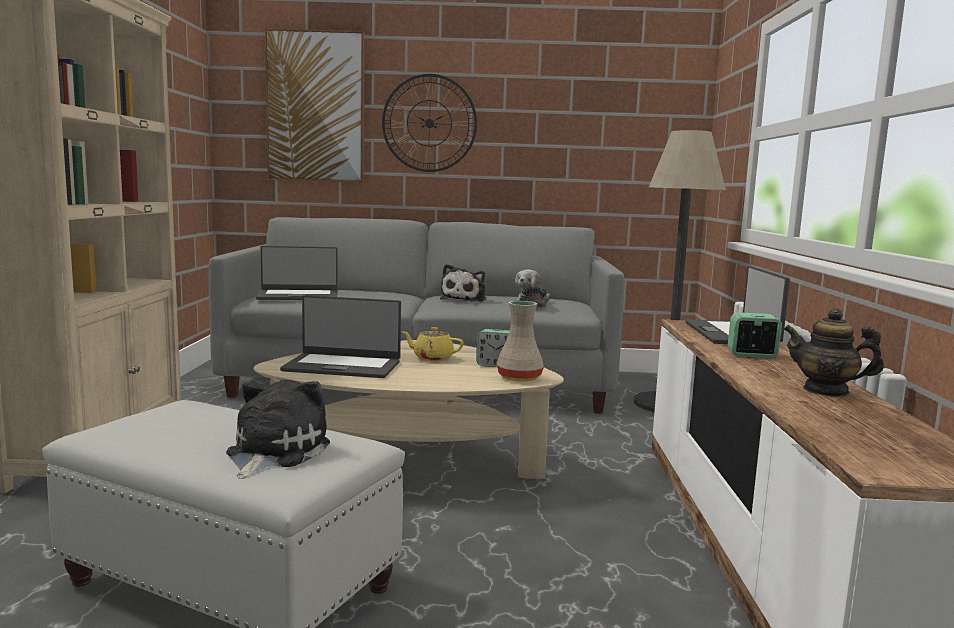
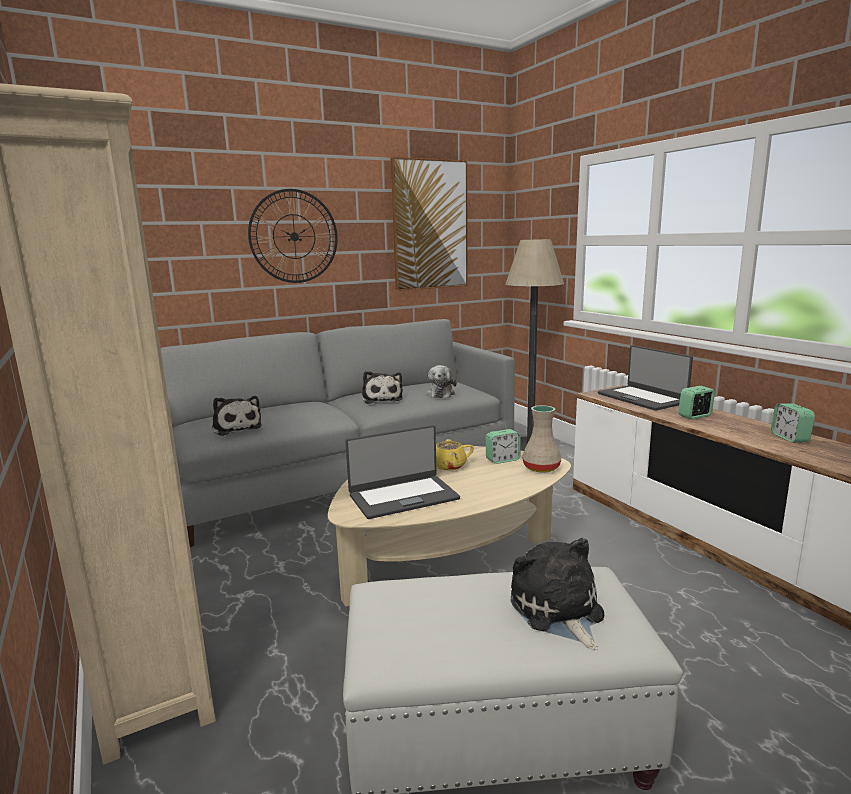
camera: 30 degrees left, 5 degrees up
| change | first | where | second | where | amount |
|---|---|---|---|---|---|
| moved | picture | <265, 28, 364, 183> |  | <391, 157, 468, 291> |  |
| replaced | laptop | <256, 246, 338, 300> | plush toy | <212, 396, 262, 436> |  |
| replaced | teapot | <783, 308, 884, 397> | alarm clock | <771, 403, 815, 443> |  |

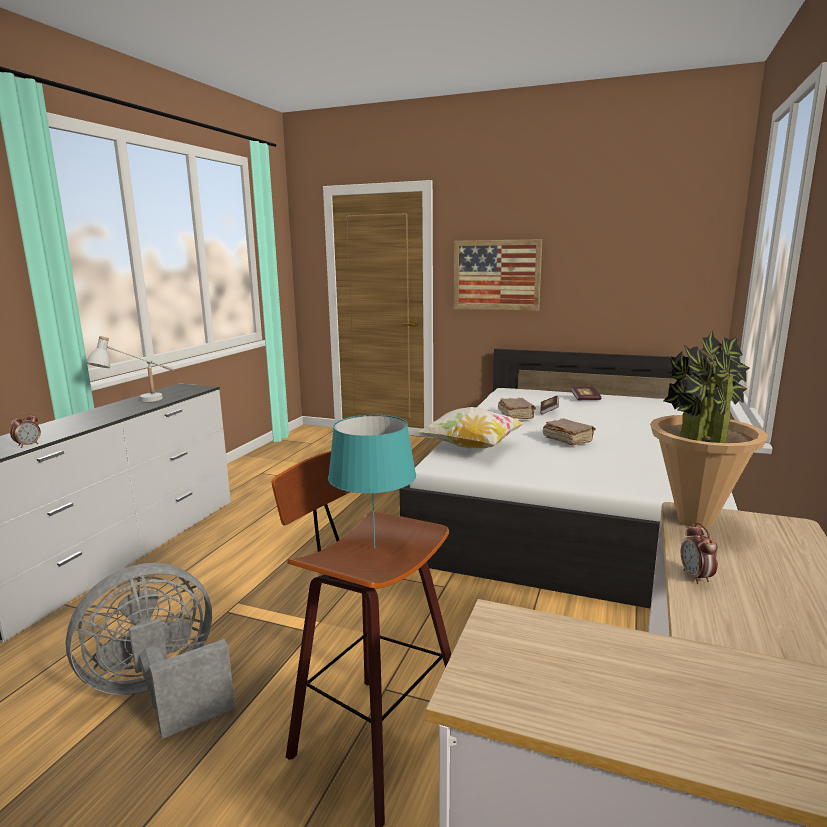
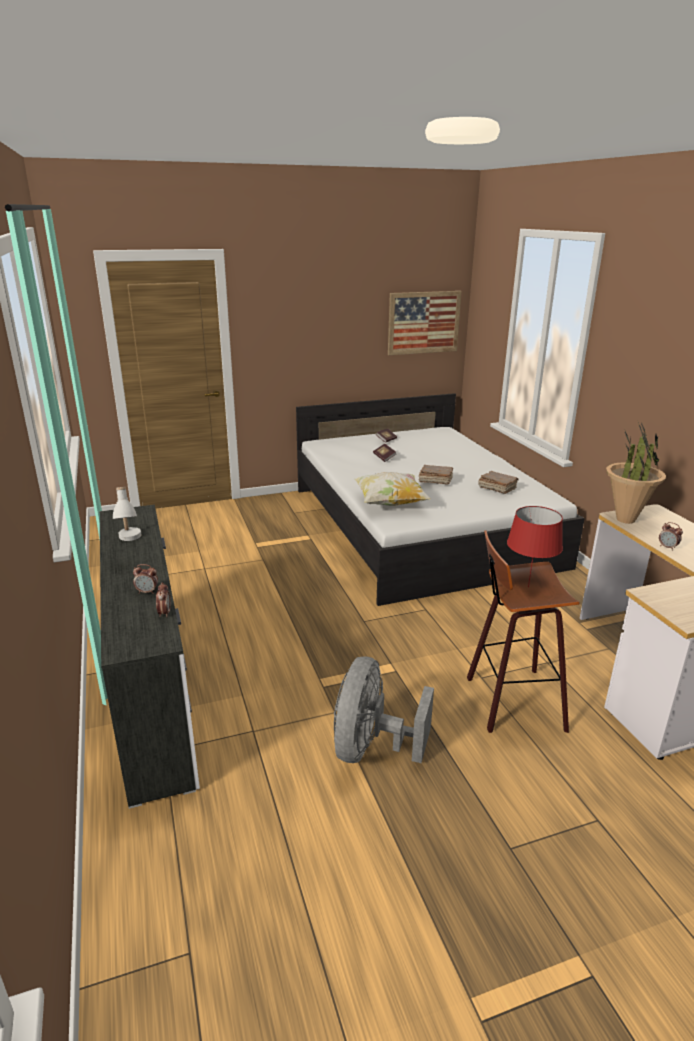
camera: 40 degrees left, 10 degrees up
| change | first | where | second | where | amount |
|---|---|---|---|---|---|
| added |  |  | alarm clock | <133, 564, 158, 594> |  |
| moved | picture | <454, 239, 542, 311> |  | <388, 291, 462, 355> |  |
| moved | brown book | <498, 398, 536, 419> |  | <478, 471, 519, 494> |  |
| recoloured | turquoise table lamp | <328, 415, 416, 548> | red table lamp | <507, 506, 563, 588> |  |

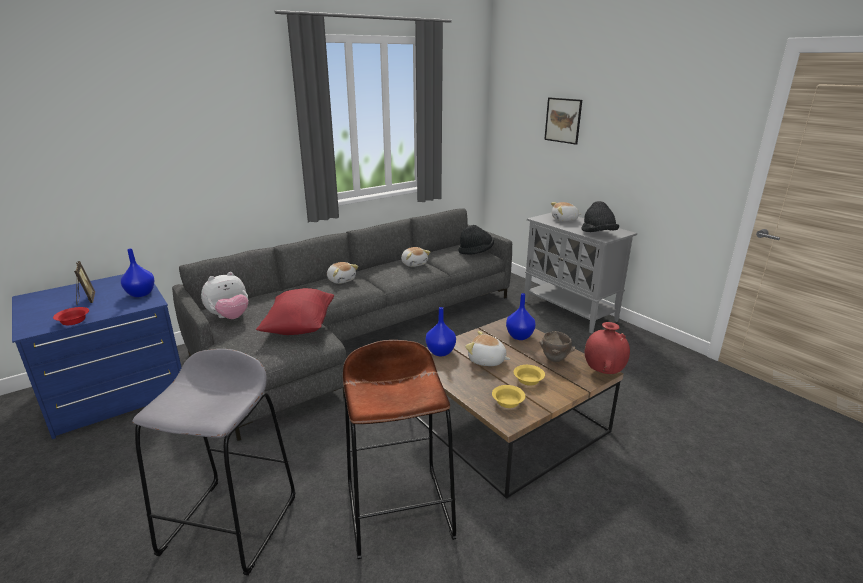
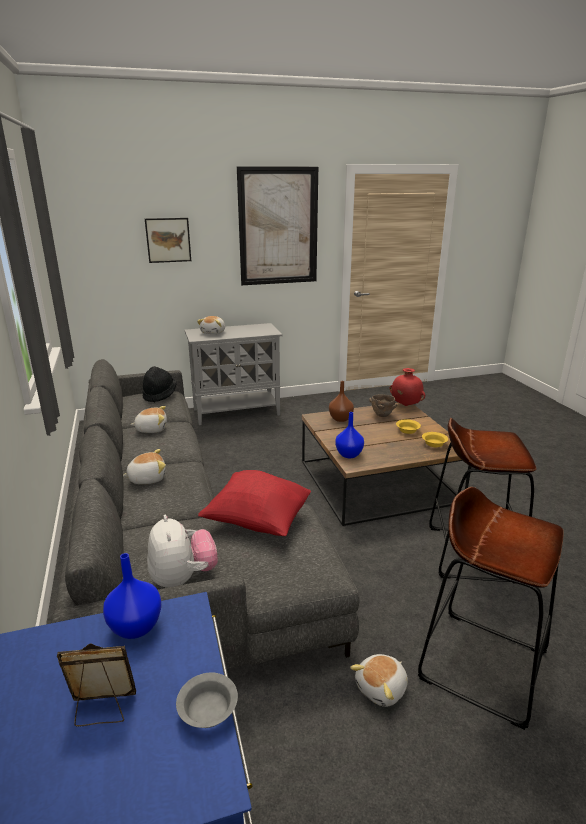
camera: 70 degrees left, 0 degrees up
| change | first | where | second | where | amount |
|---|---|---|---|---|---|
| removed | black hat | <582, 201, 619, 232> |  |  |  |
| added |  |  | picture | <237, 166, 318, 285> |  |
| moved | plush toy | <465, 331, 510, 366> |  | <350, 654, 408, 707> |  |
| recoloured | red bowl | <53, 307, 89, 325> | grey bowl | <176, 673, 238, 728> |  |
| recoloured | grey stool | <132, 349, 295, 576> | brown stool | <418, 487, 564, 730> |  |
| recoloured | blue vase | <506, 293, 536, 340> | brown vase | <329, 381, 354, 422> |  |

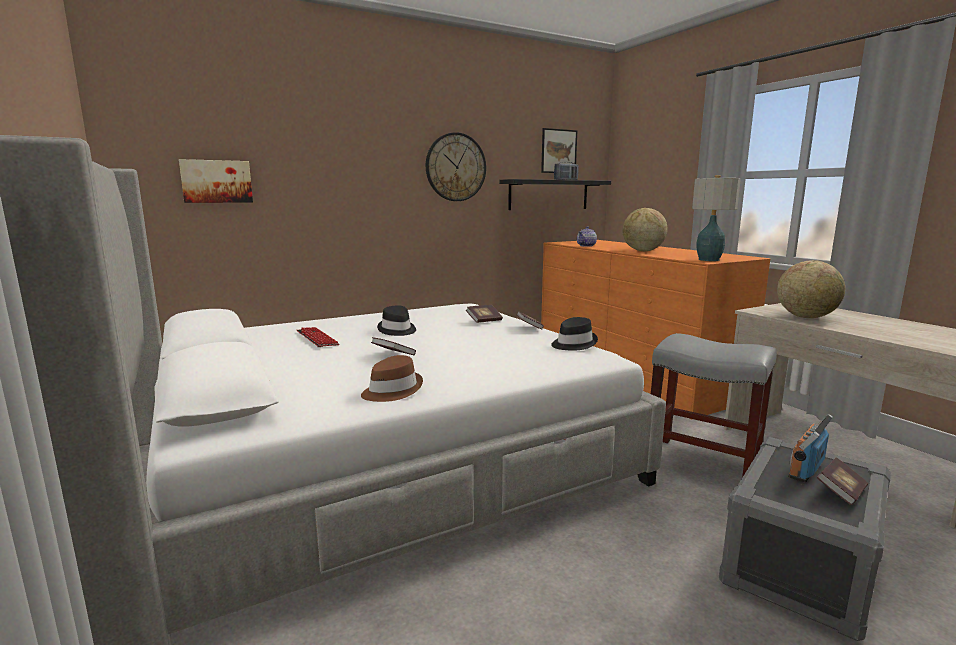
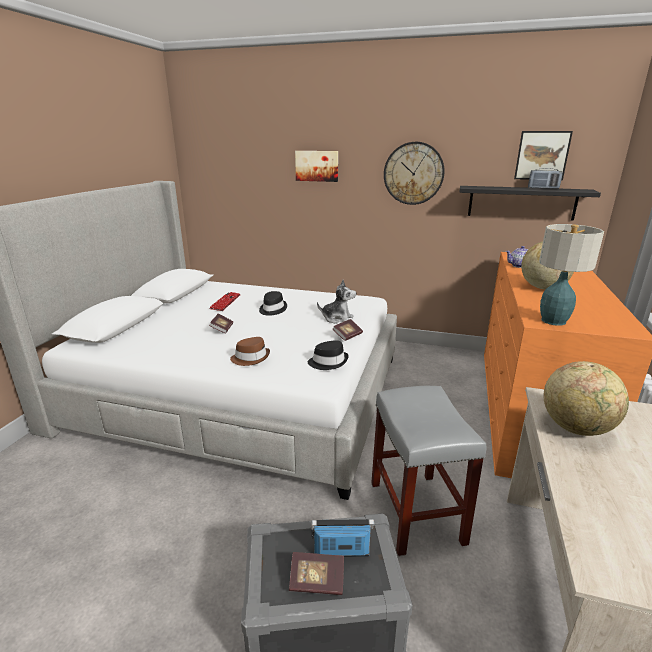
camera: 45 degrees right, 10 degrees up
| change | first | where | second | where | amount |
|---|---|---|---|---|---|
| moved | picture | <179, 159, 253, 203> |  | <295, 151, 338, 182> |  |
| moved | brown hat | <361, 355, 423, 402> |  | <230, 337, 270, 366> |  |
| replaced | book | <466, 305, 503, 323> | plush toy | <317, 280, 356, 324> |  |

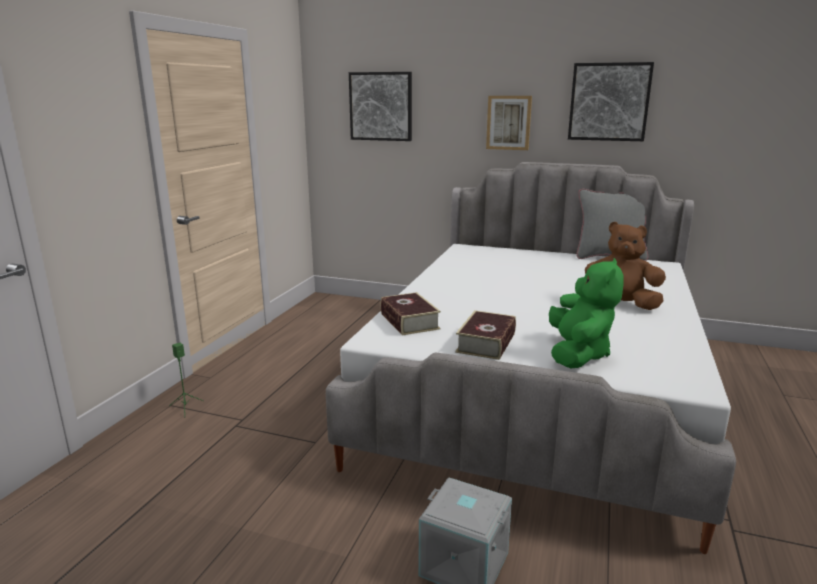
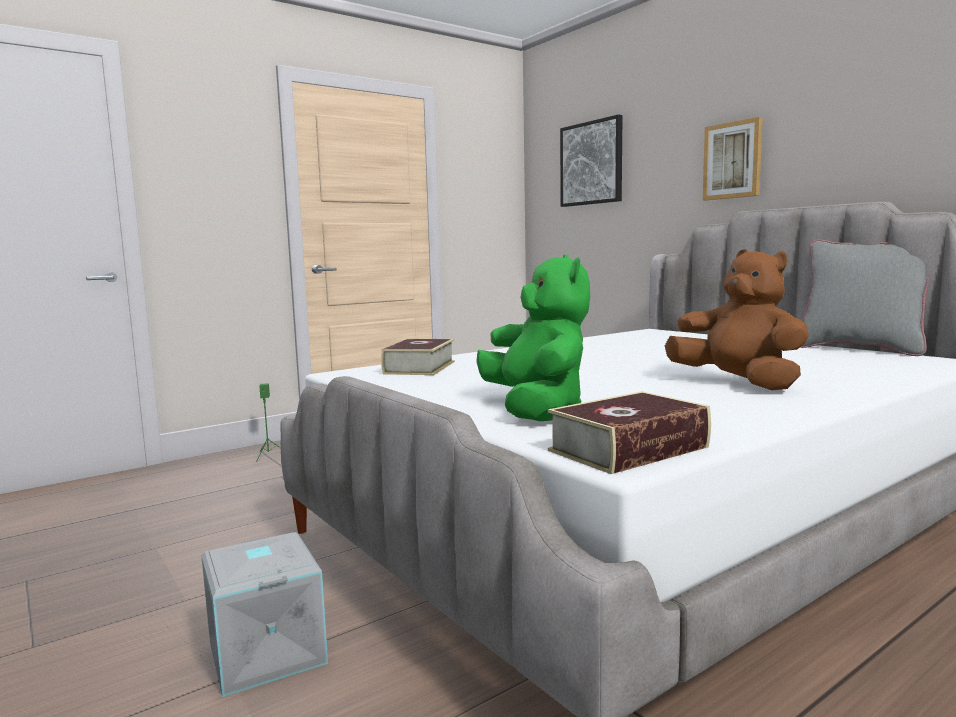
camera: 35 degrees right, 10 degrees down
| change | first | where | second | where | amount |
|---|---|---|---|---|---|
| removed | picture | <568, 62, 654, 141> |  |  |  |
| moved | book | <455, 310, 516, 360> |  | <547, 391, 711, 474> |  |
| turned | green plush toy | <549, 258, 623, 369> |  | <476, 254, 590, 421> | 60 degrees counterclockwise |

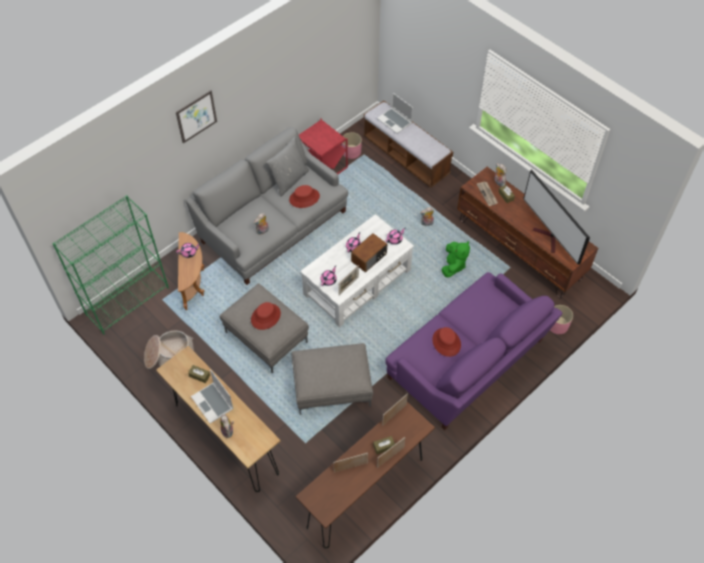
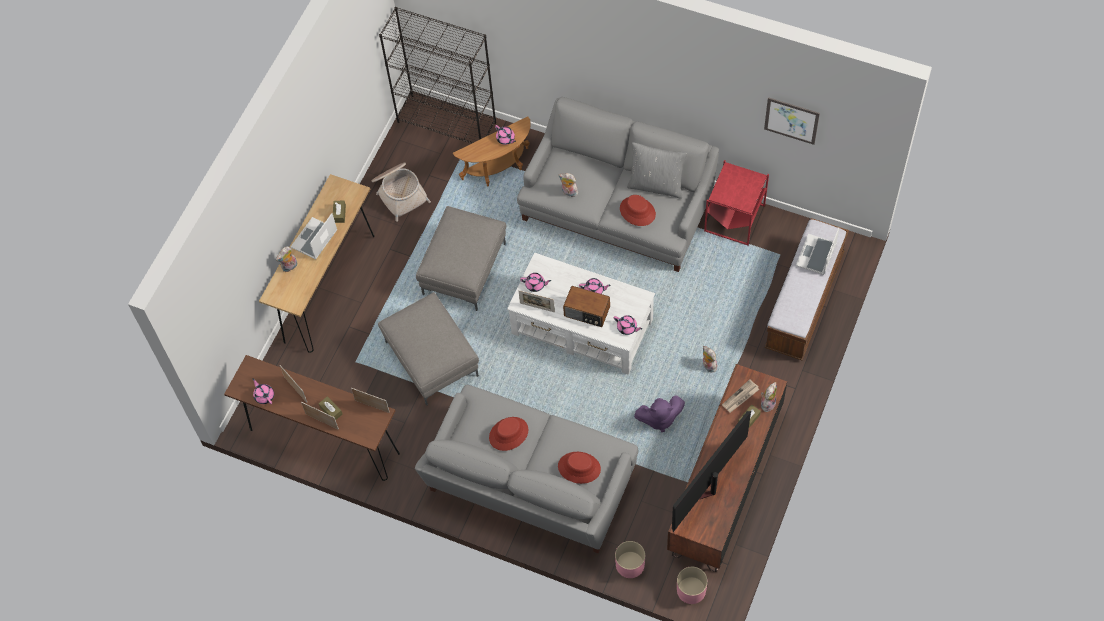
camera: 70 degrees right, 5 degrees up
| change | first | where | second | where | amount |
|---|---|---|---|---|---|
| added |  |  | pink teapot | <252, 378, 274, 404> |  |
| moved | picture | <176, 90, 217, 144> |  | <764, 97, 820, 145> |  |
| moved | red hat | <251, 302, 281, 330> |  | <558, 452, 601, 484> |  |
| moved | pink planter | <342, 132, 362, 159> |  | <677, 567, 708, 604> |  |
| recoloured | green bookcase | <52, 195, 169, 334> | black bookcase | <379, 7, 496, 144> |  |
| recoloured | purple sofa | <385, 272, 562, 430> | grey sofa | <415, 385, 638, 553> |  |
| recoloured | green plush toy | <441, 241, 470, 277> | purple plush toy | <634, 395, 685, 432> |  |

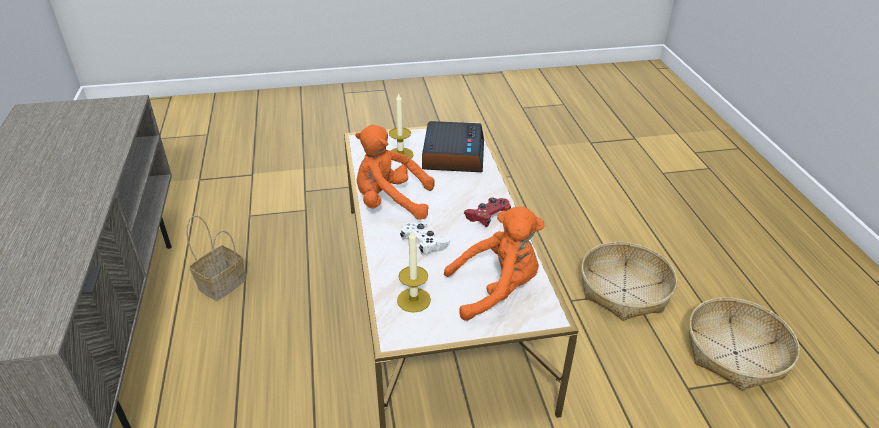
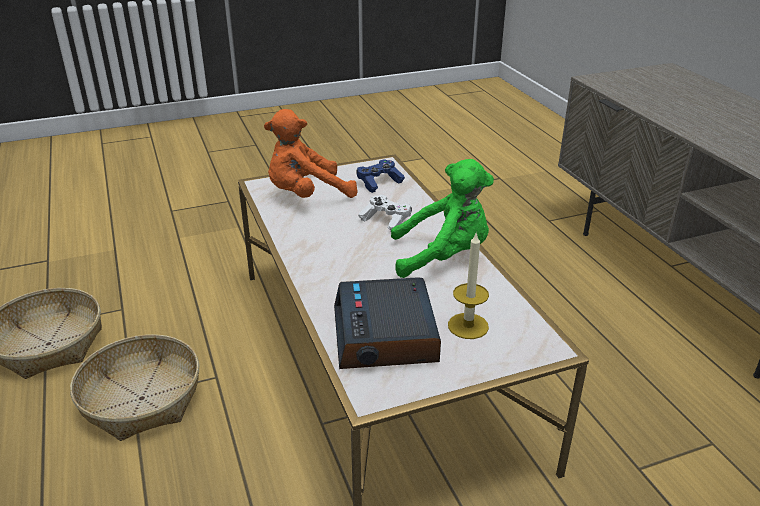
camera: 170 degrees right, 5 degrees down
| change | first | where | second | where | amount |
|---|---|---|---|---|---|
| removed | basket | <186, 215, 246, 301> |  |  |  |
| removed | red game controller | <464, 198, 511, 227> |  |  |  |
| replaced | candle | <397, 229, 431, 313> | blue game controller | <356, 159, 405, 193> |  |
| recoloured | orange plush toy | <355, 125, 435, 220> | green plush toy | <391, 159, 494, 278> |  |

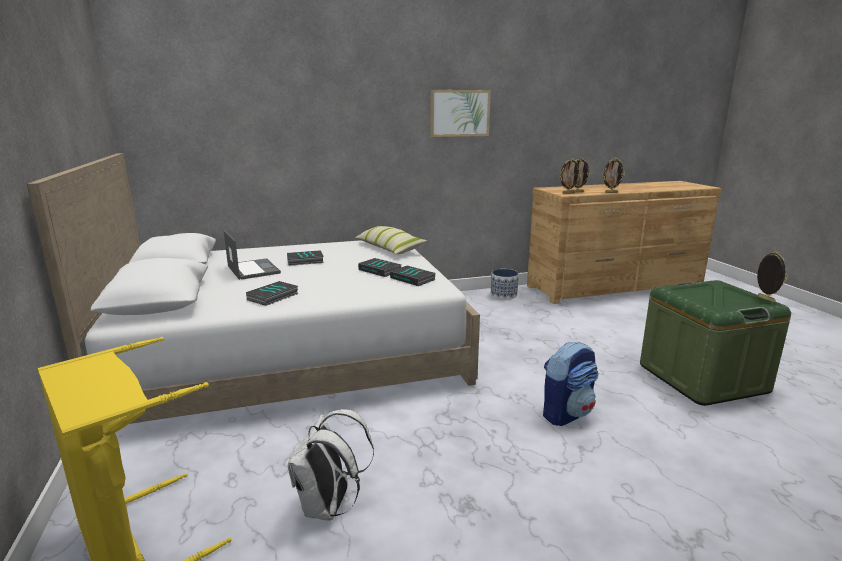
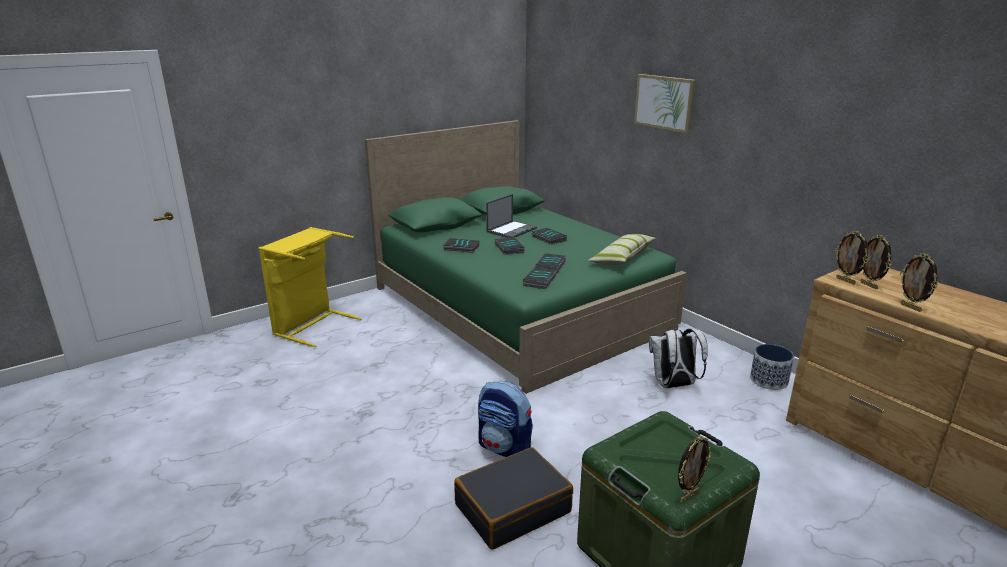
camera: 70 degrees right, 5 degrees up
| change | first | where | second | where | amount |
|---|---|---|---|---|---|
| added |  |  | black suitcase | <454, 447, 573, 550> |  |
| added |  |  | book | <495, 237, 524, 255> |  |
| moved | white backpack | <288, 409, 374, 521> |  | <649, 328, 708, 388> |  |
| moved | picture | <430, 90, 491, 137> |  | <634, 74, 696, 133> |  |
| recoloured | white bed | <27, 153, 480, 424> | green bed | <365, 120, 687, 394> |  |

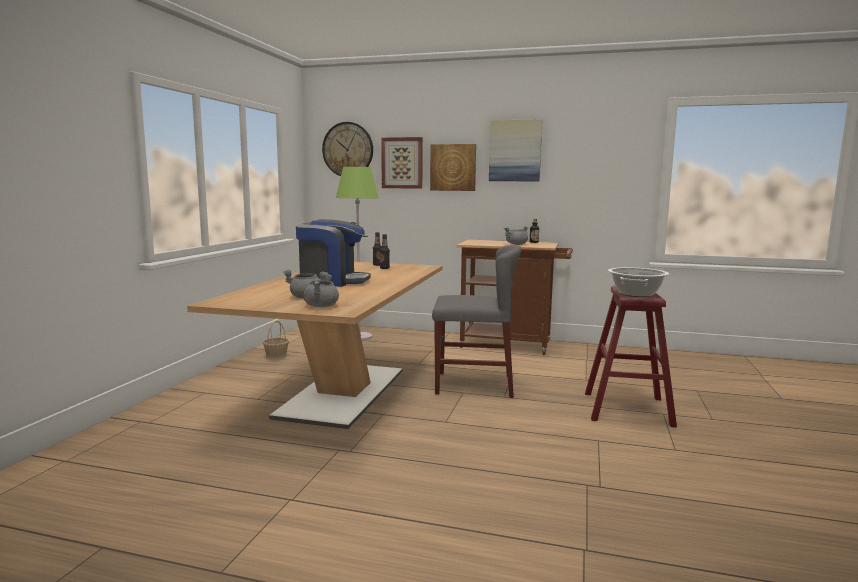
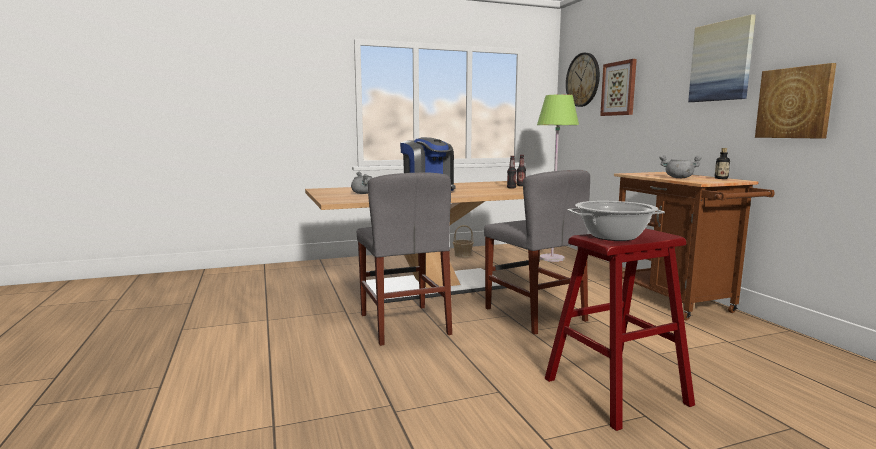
camera: 55 degrees right, 0 degrees up
| change | first | where | second | where | amount |
|---|---|---|---|---|---|
| removed | grey cooking pot | <303, 274, 339, 307> |  |  |  |
| added |  |  | grey chair | <357, 172, 452, 346> |  |
| moved | picture | <430, 144, 476, 191> |  | <755, 63, 836, 139> |  |

